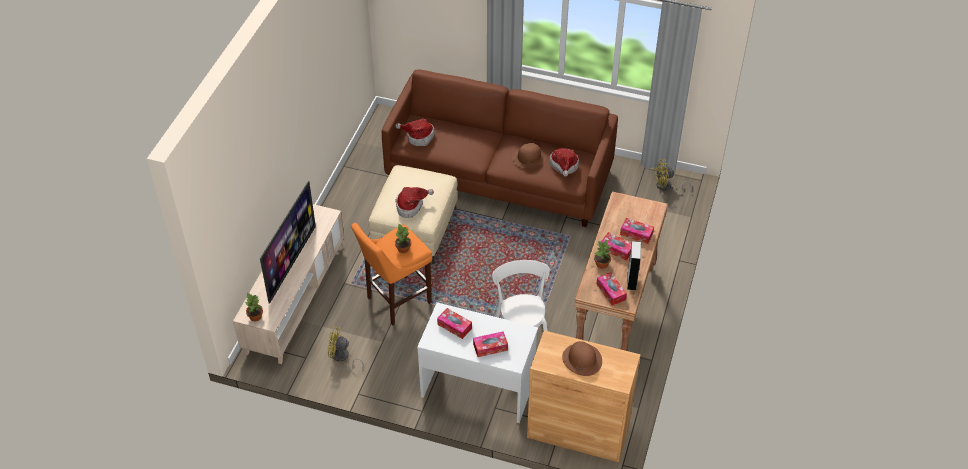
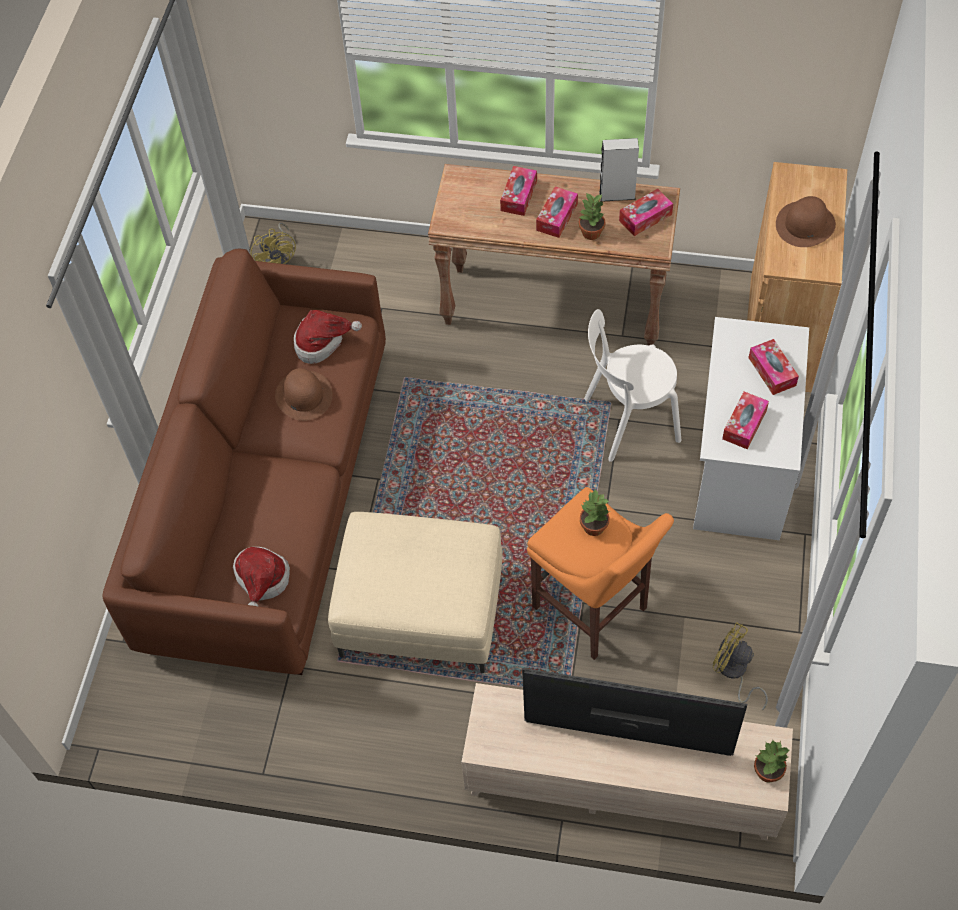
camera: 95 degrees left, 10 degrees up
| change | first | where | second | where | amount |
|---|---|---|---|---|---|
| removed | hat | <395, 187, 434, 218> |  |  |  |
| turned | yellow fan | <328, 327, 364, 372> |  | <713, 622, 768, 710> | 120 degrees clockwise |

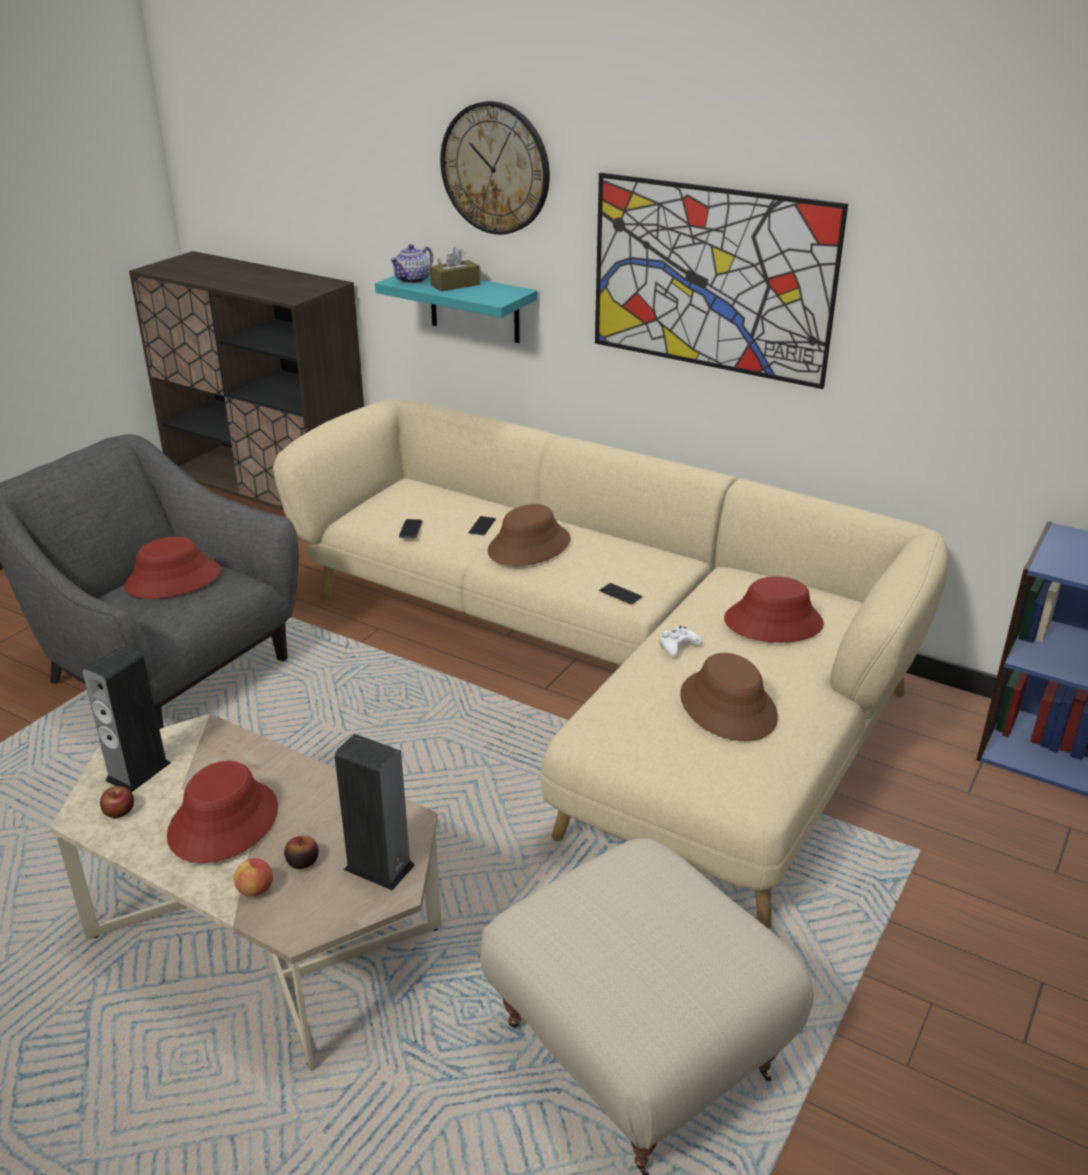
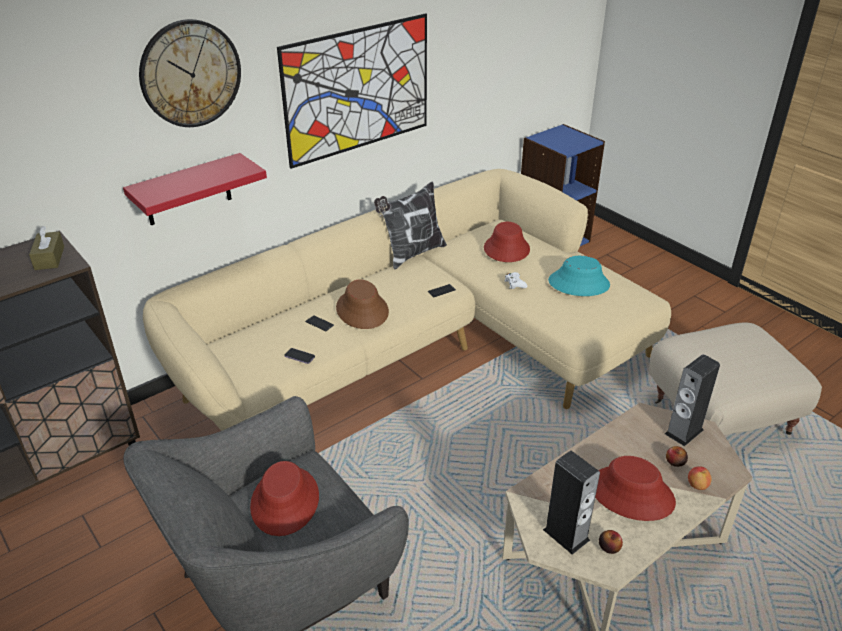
camera: 70 degrees left, 5 degrees up
| change | first | where | second | where | amount |
|---|---|---|---|---|---|
| removed | teapot | <390, 244, 433, 284> |  |  |  |
| added |  |  | pillow | <374, 181, 447, 270> |  |
| moved | brown tissue box | <430, 247, 480, 292> |  | <29, 226, 64, 270> |  |
| recoloured | turquoise shelf | <375, 275, 537, 343> | red shelf | <123, 153, 267, 225> |  |
| recoloured | brown hat | <680, 653, 778, 741> | turquoise hat | <548, 256, 610, 296> |  |

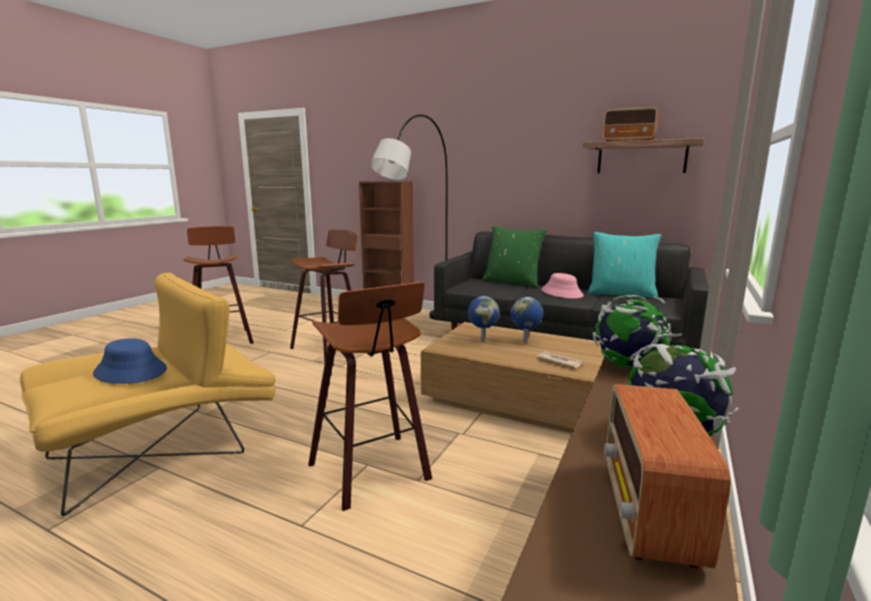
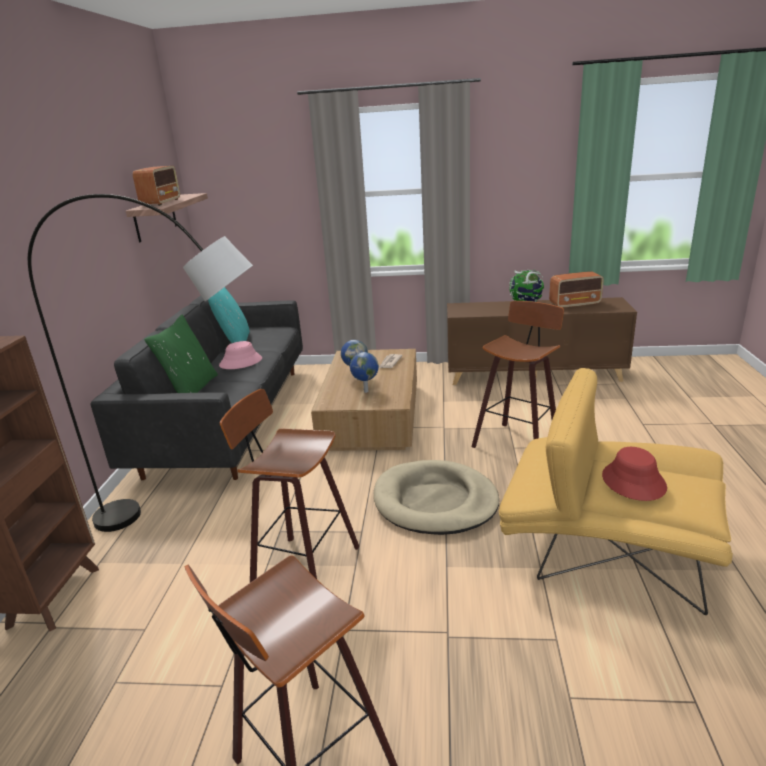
camera: 110 degrees left, 10 degrees up
| change | first | where | second | where | amount |
|---|---|---|---|---|---|
| removed | globe | <593, 295, 672, 369> |  |  |  |
| added |  |  | beige dog bed | <374, 460, 499, 535> |  |
| recoloured | blue hat | <93, 338, 167, 384> | red hat | <602, 447, 667, 501> |  |

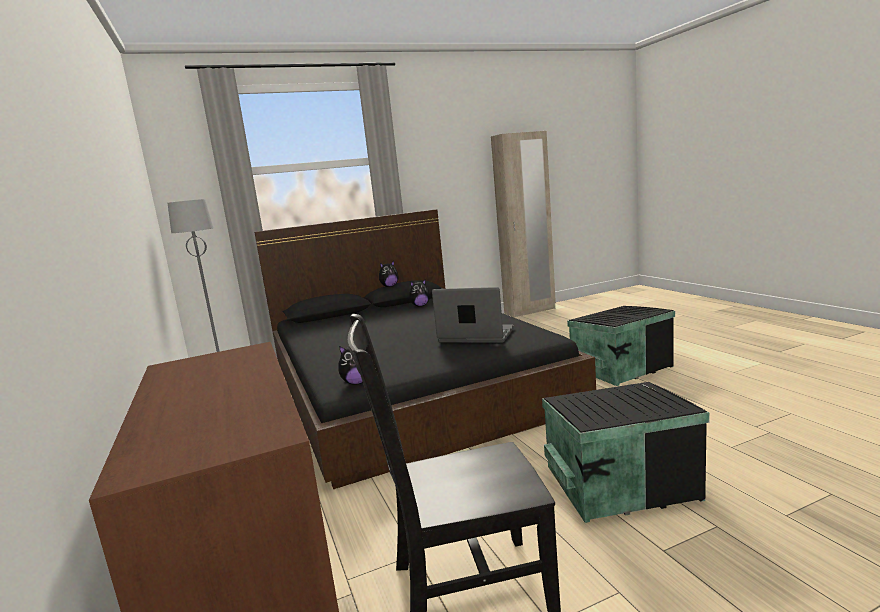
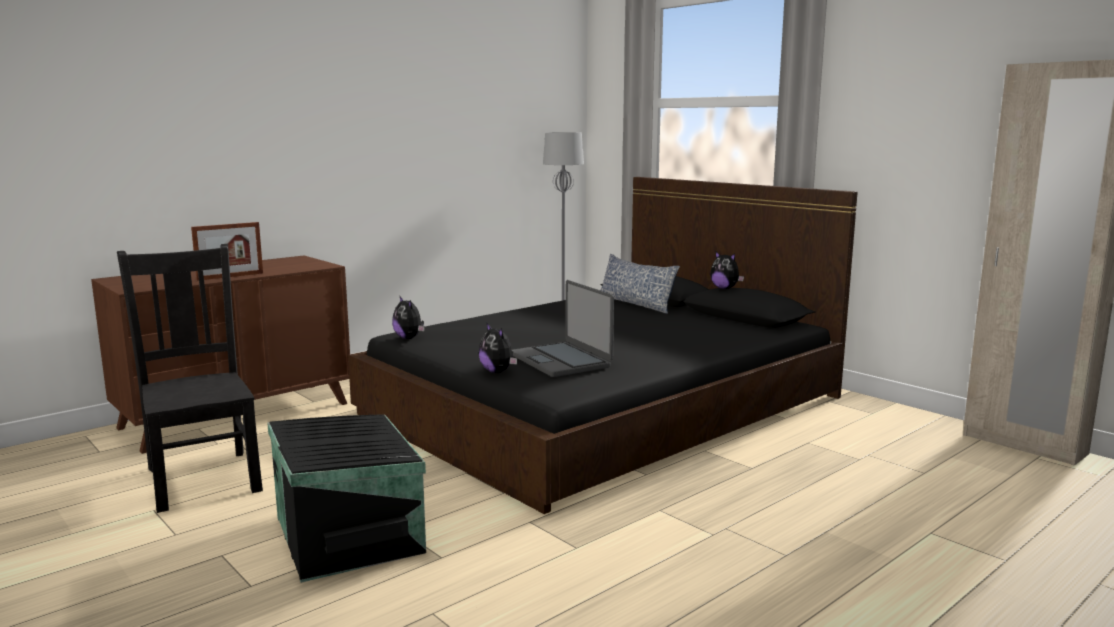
camera: 70 degrees right, 0 degrees up
| change | first | where | second | where | amount |
|---|---|---|---|---|---|
| removed | black storage box | <567, 306, 675, 386> |  |  |  |
| added |  |  | picture frame | <191, 222, 263, 281> |  |
| added |  |  | pillow | <600, 254, 680, 314> |  |
| moved | plush toy | <409, 280, 430, 306> |  | <479, 322, 517, 373> |  |
| turned | laptop | <432, 287, 514, 343> |  | <512, 280, 614, 377> | 150 degrees clockwise |

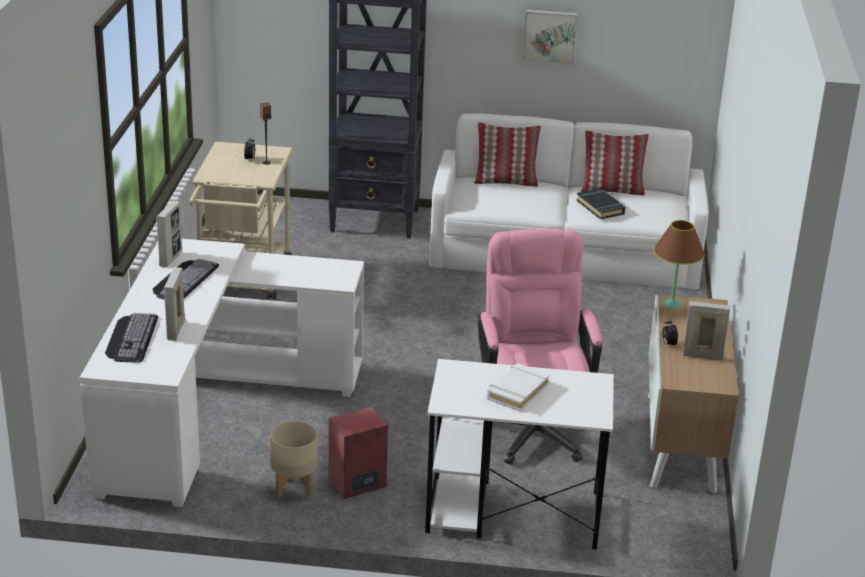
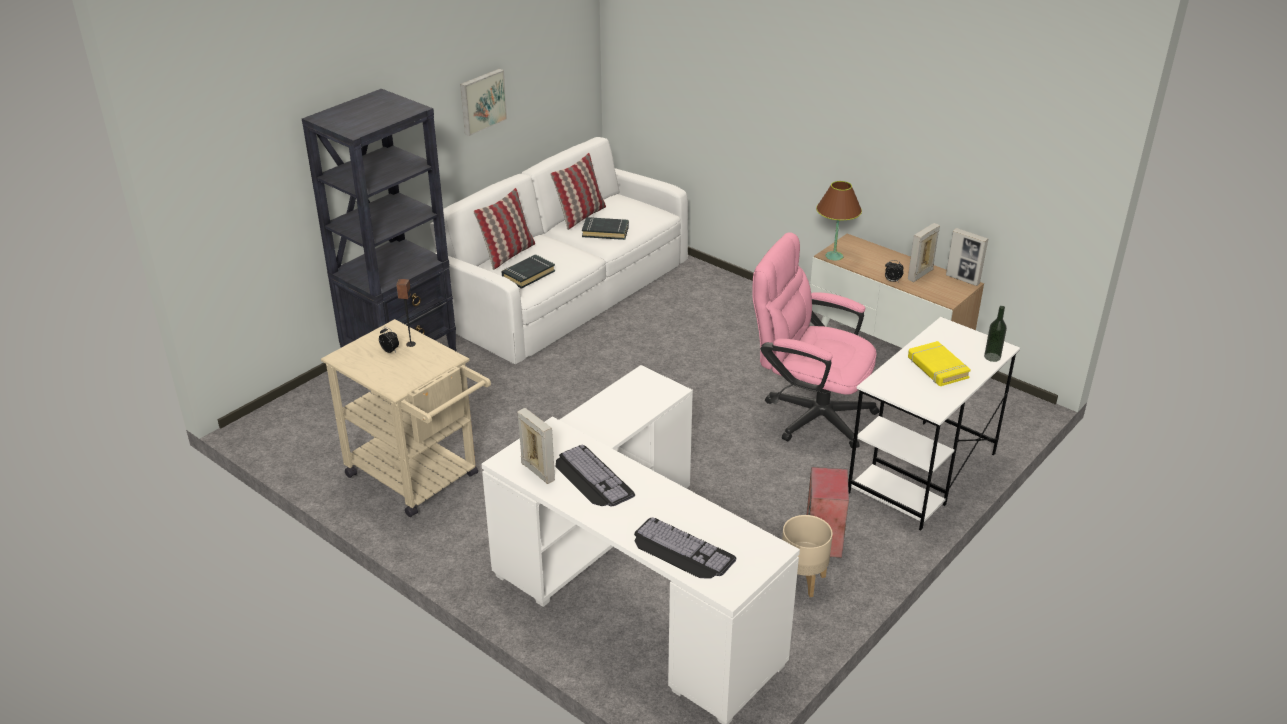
camera: 55 degrees left, 5 degrees up
| change | first | where | second | where | amount |
|---|---|---|---|---|---|
| added |  |  | black book | <502, 254, 555, 289> |  |
| added |  |  | bottle | <984, 306, 1007, 362> |  |
| moved | picture frame | <164, 267, 185, 341> |  | <946, 228, 988, 286> |  |
| recoloured | white book | <487, 363, 550, 412> | yellow book | <908, 341, 971, 386> |  |

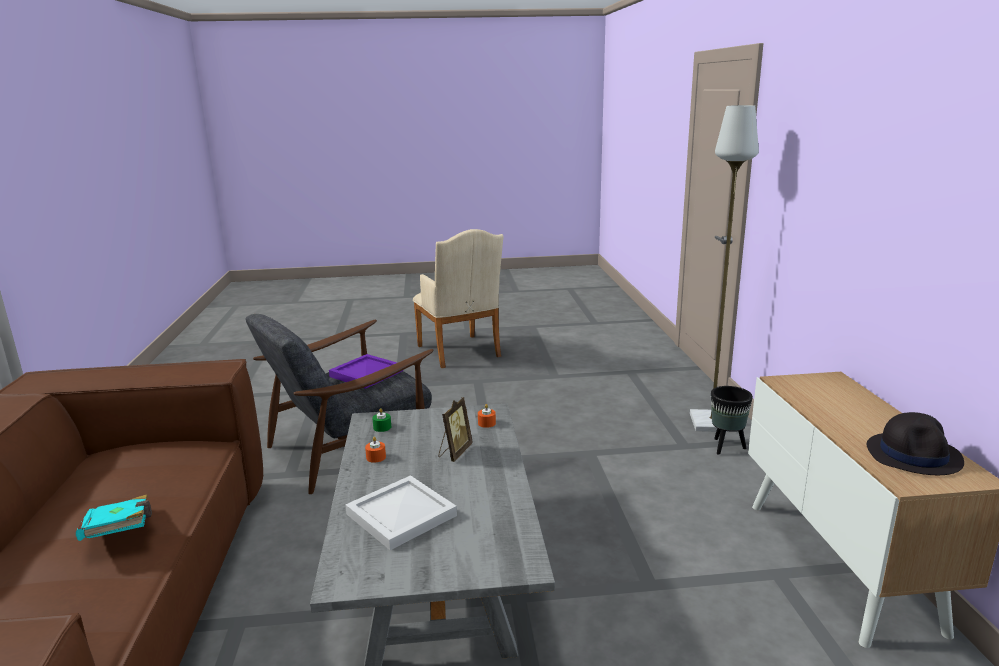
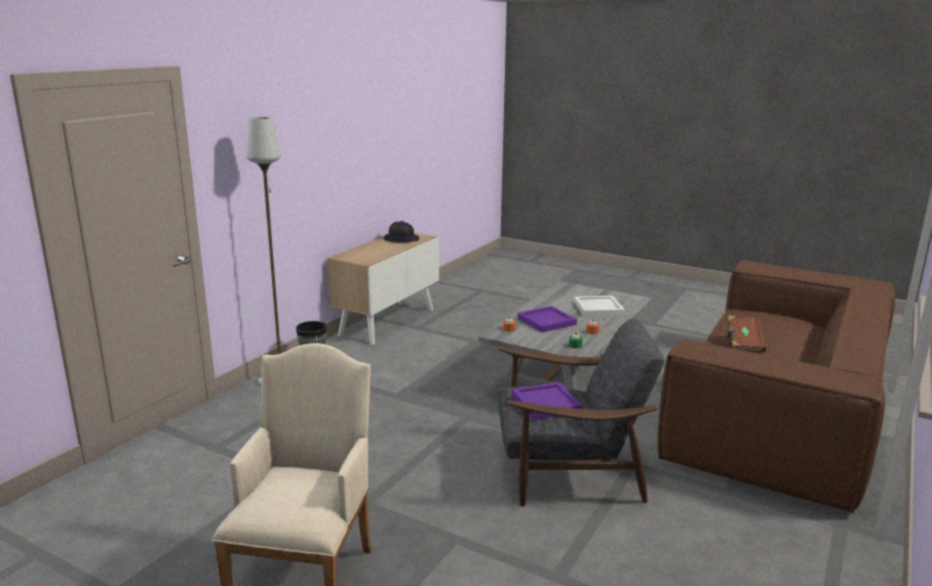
camera: 145 degrees left, 0 degrees up
| change | first | where | second | where | amount |
|---|---|---|---|---|---|
| replaced | picture frame | <438, 397, 473, 462> | purple tray | <517, 306, 577, 333> |  |
| recoloured | turquoise book | <76, 494, 152, 541> | brown book | <727, 315, 766, 352> |  |

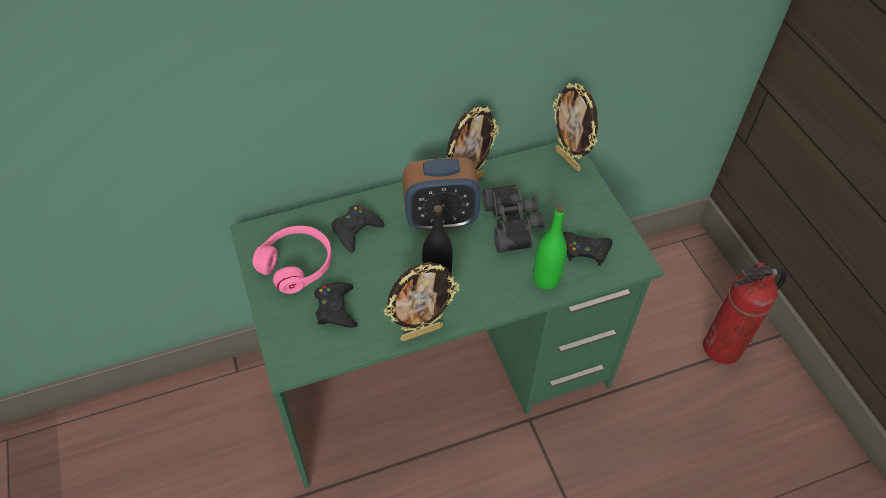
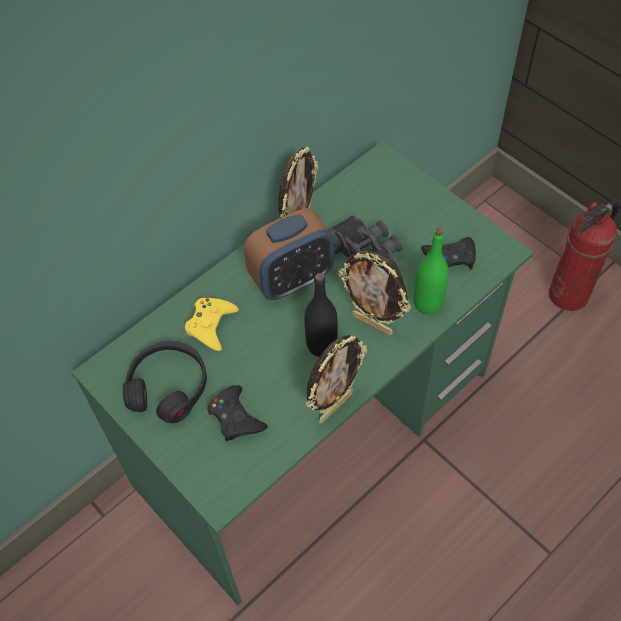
camera: 20 degrees left, 5 degrees up
| change | first | where | second | where | amount |
|---|---|---|---|---|---|
| moved | picture frame | <553, 83, 598, 171> |  | <338, 251, 411, 335> |  |
| recoloured | pink headphones | <252, 226, 332, 294> | black headphones | <123, 341, 207, 423> |  |
| recoloured | black game controller | <331, 205, 384, 253> | yellow game controller | <185, 298, 239, 351> |  |

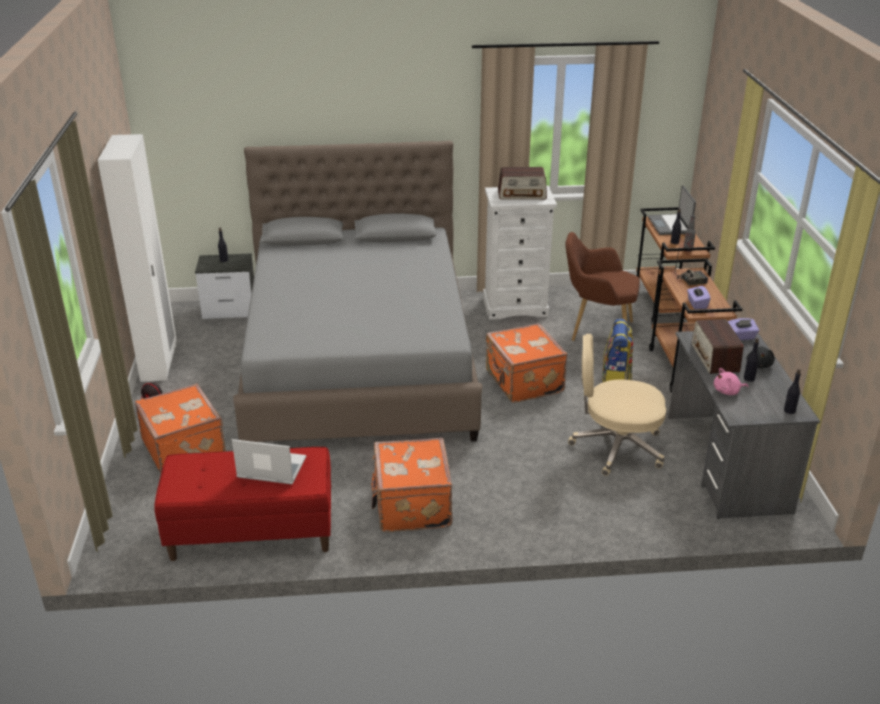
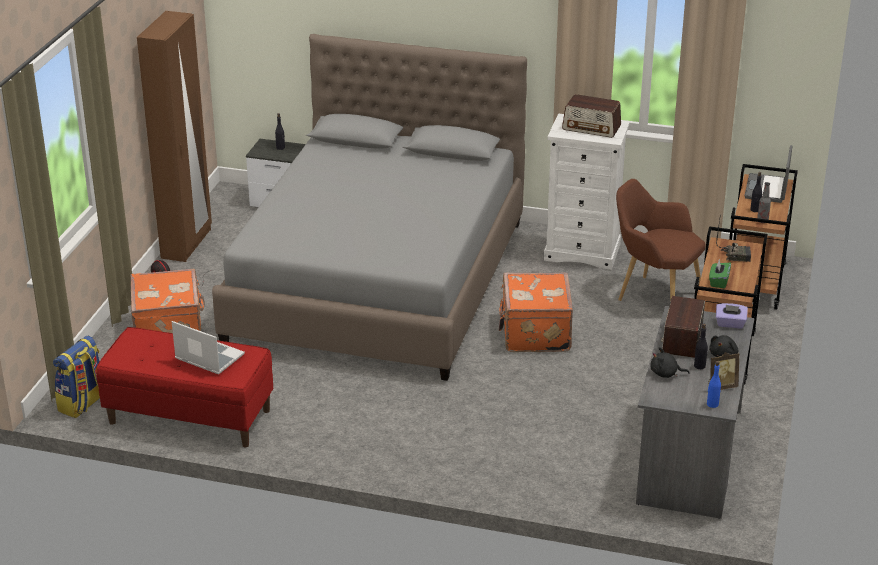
camera: 20 degrees right, 0 degrees up
| change | first | where | second | where | amount |
|---|---|---|---|---|---|
| removed | orange suitcase | <371, 438, 452, 532> |  |  |  |
| removed | beige office chair | <568, 334, 666, 476> |  |  |  |
| added |  |  | picture frame | <708, 352, 739, 390> |  |
| moved | backpack | <602, 319, 633, 382> |  | <53, 336, 100, 418> |  |
| recoloured | white wardrobe | <98, 134, 177, 382> | brown wardrobe | <137, 11, 212, 262> |  |
| recoloured | purple tissue box | <687, 285, 711, 309> | green tissue box | <709, 259, 731, 288> |  |
| recoloured | pink plush toy | <714, 368, 749, 395> | black plush toy | <650, 347, 690, 378> |  |
| recoloured | black bottle | <784, 369, 801, 414> | blue bottle | <707, 361, 721, 408> |  |

